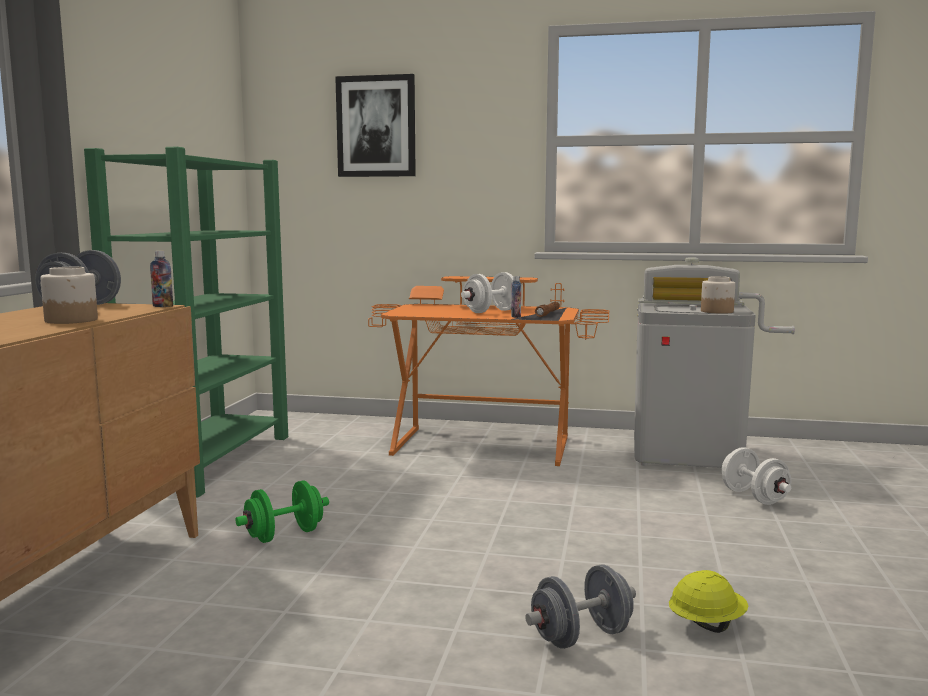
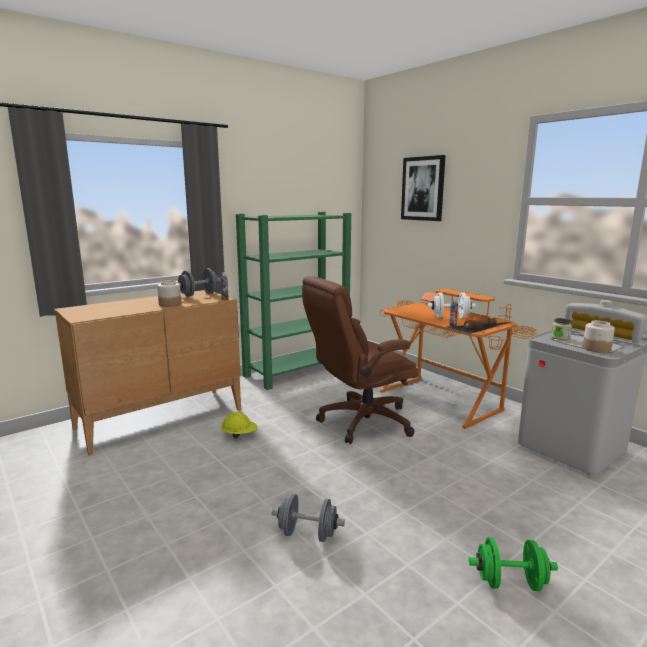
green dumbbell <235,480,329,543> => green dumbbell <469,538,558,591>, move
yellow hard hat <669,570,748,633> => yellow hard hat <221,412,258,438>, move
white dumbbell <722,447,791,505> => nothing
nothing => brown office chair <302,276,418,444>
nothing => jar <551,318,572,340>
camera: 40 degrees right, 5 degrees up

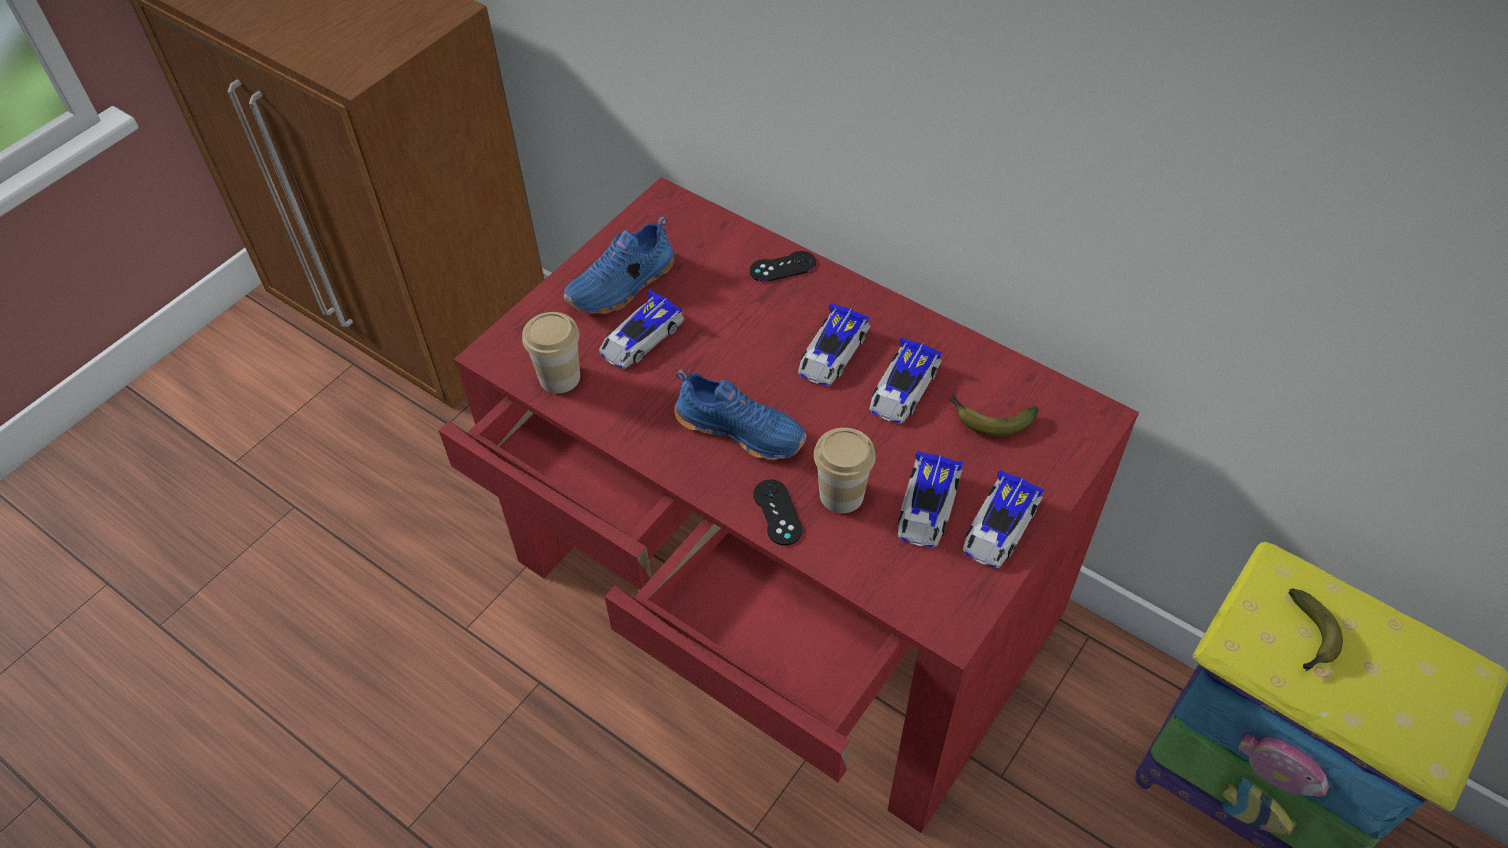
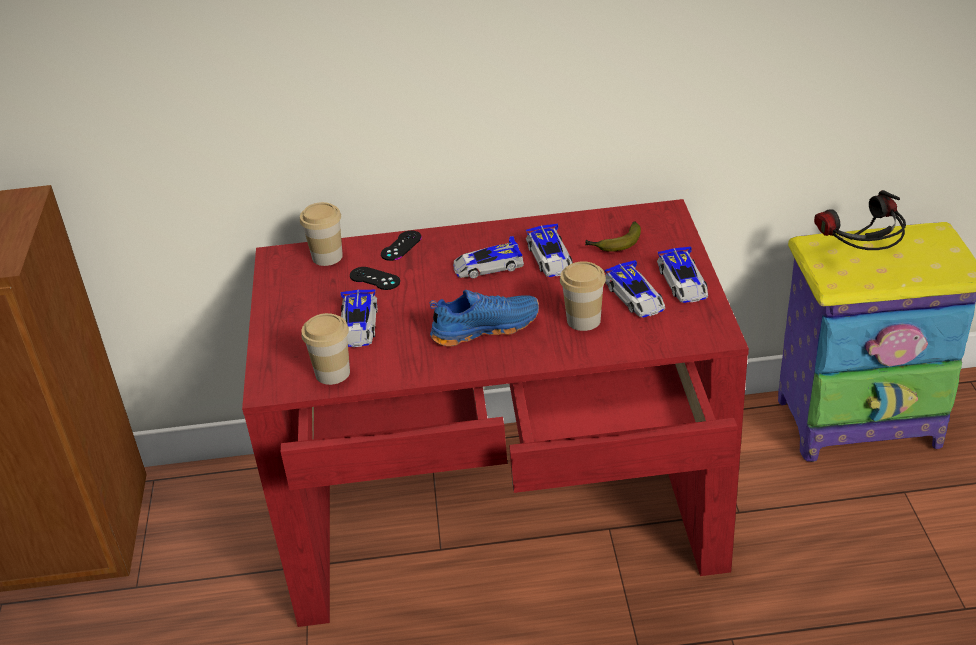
blue shoe <564,216,675,314> => nothing
black game controller <753,479,803,546> => black game controller <350,267,400,290>, move
toy car <798,302,870,386> => toy car <453,236,524,278>, 90 degrees clockwise
banana <1289,588,1343,671> => headphones <814,190,906,250>
nothing => cup <300,202,343,266>
camera: 40 degrees left, 15 degrees down

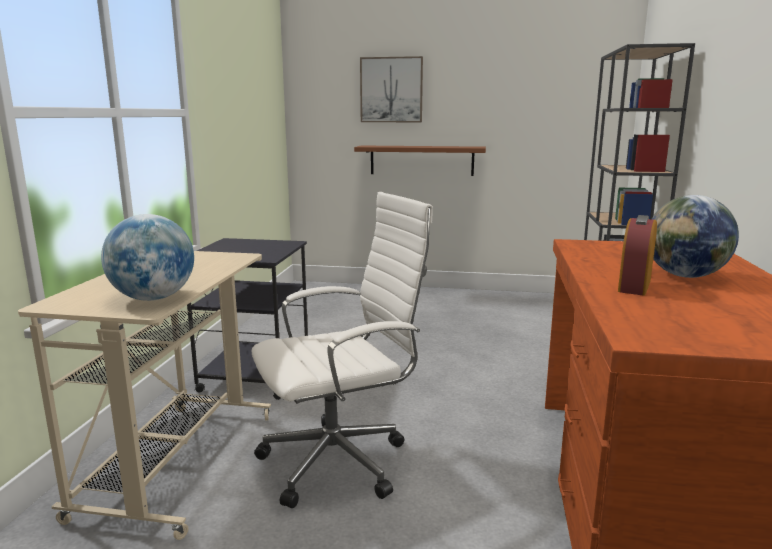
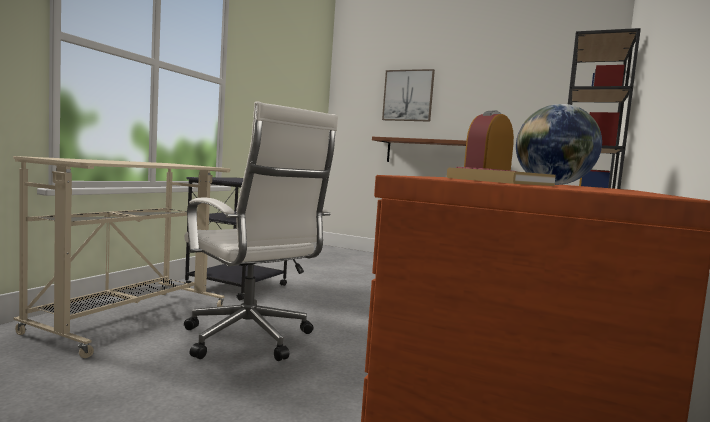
globe <101,214,194,301> => nothing
white office chair <251,192,433,508> => white office chair <184,101,338,361>, 60 degrees clockwise
nothing => book <447,167,556,186>
camera: 15 degrees right, 10 degrees down

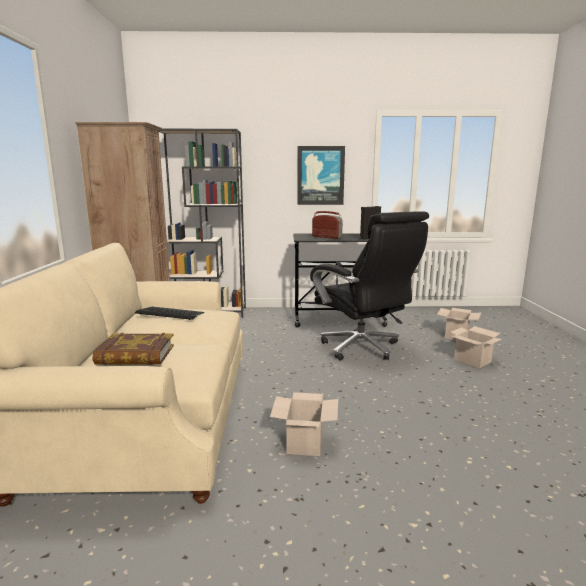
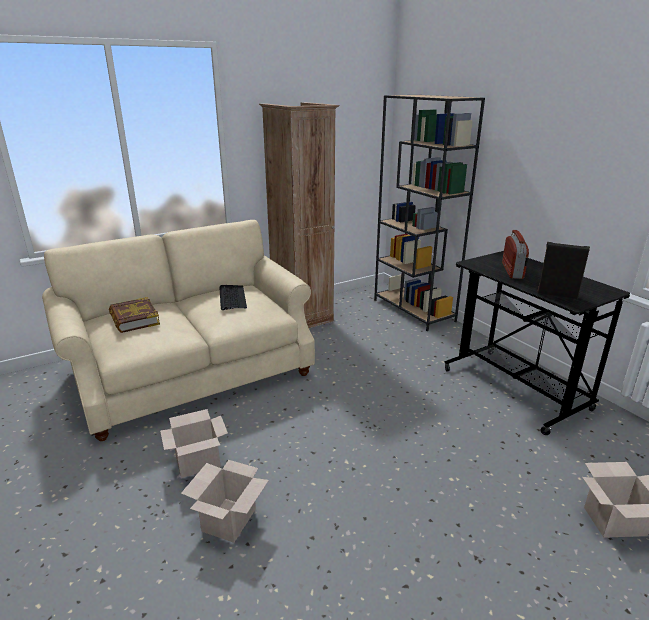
picture <297,146,345,205> => nothing
black office chair <310,211,429,360> => nothing
cardboard box <451,326,502,368> => cardboard box <181,460,269,543>, move
camera: 60 degrees right, 10 degrees up

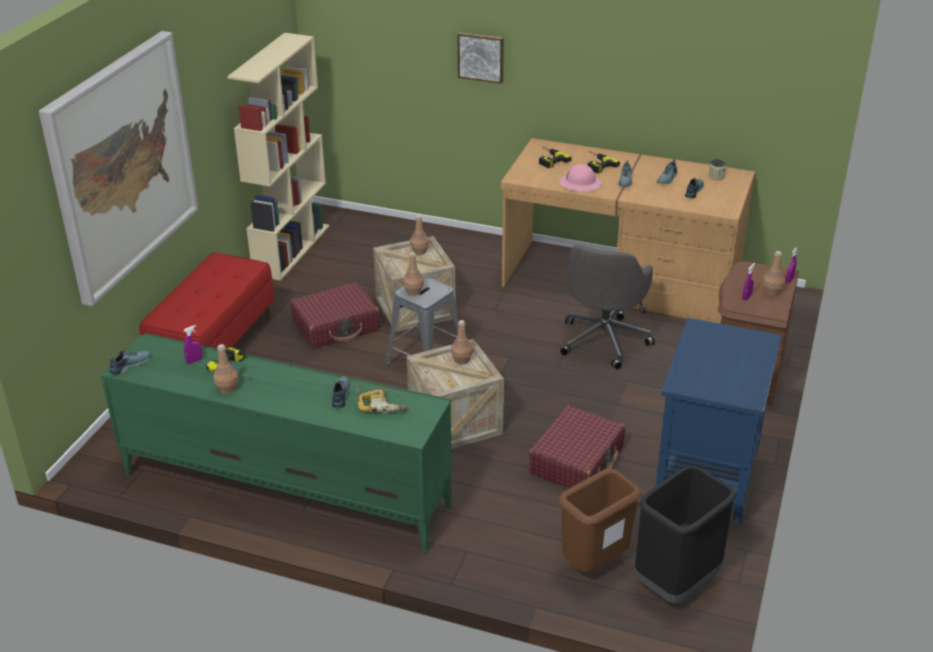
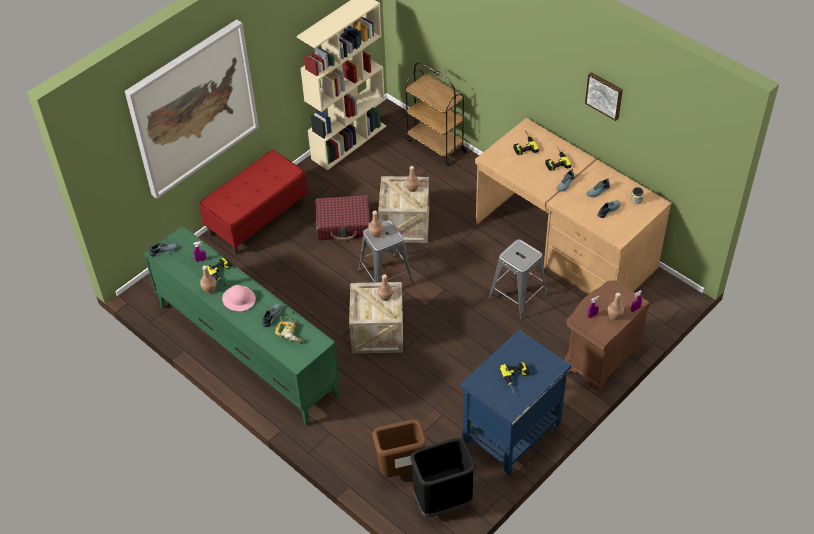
picture <458,32,504,84> => picture <585,72,623,121>, move
red suitcase <529,405,625,488> => nothing
pink hard hat <559,164,602,191> => pink hard hat <222,285,256,311>, move
grey office chair <561,245,654,370> => grey stool <489,239,547,320>
nothing => brown cart <406,62,470,166>
nothing => power drill <500,362,530,394>
camera: 25 degrees right, 15 degrees up

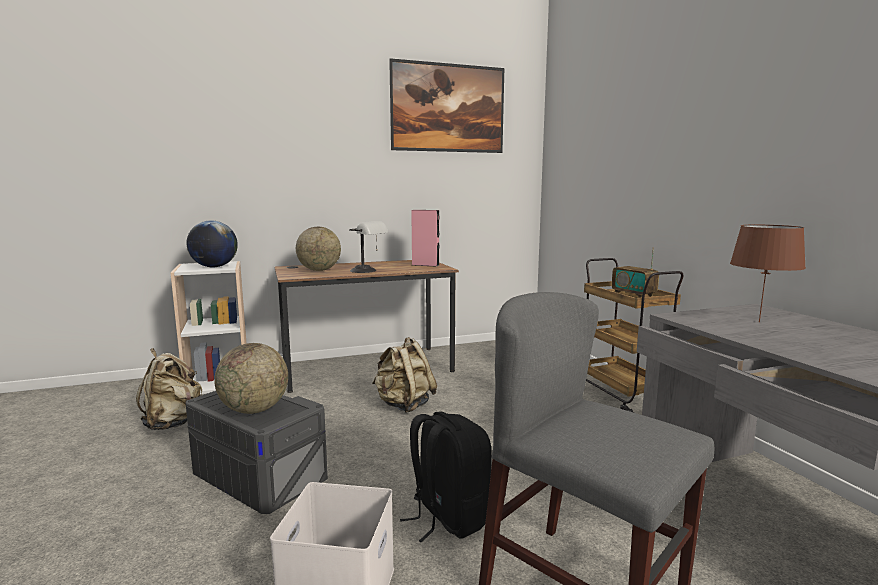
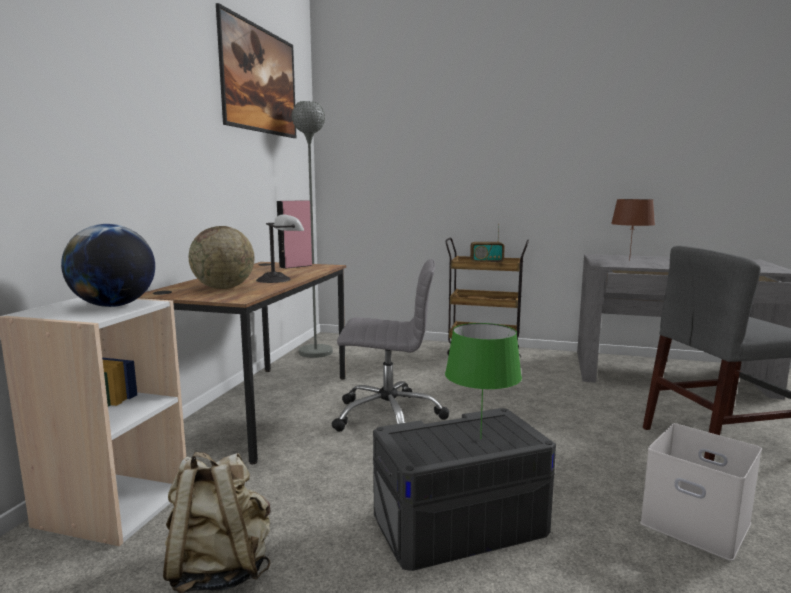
globe <214,343,288,414> => green table lamp <445,323,522,439>
beige backpack <372,337,437,413> => grey office chair <331,259,449,432>
black backpack <400,411,492,542> => nothing
nothing => grey floor lamp <292,101,333,358>
camera: 55 degrees left, 0 degrees up

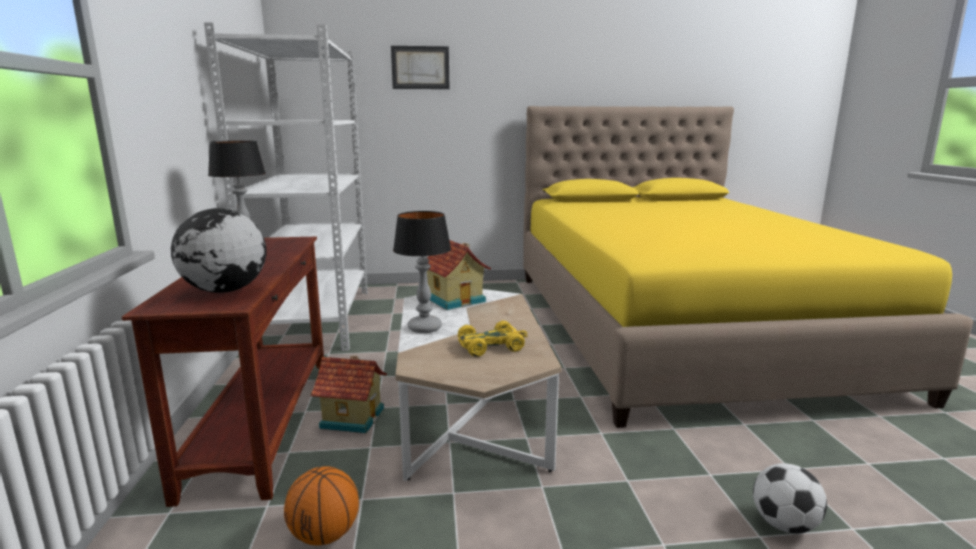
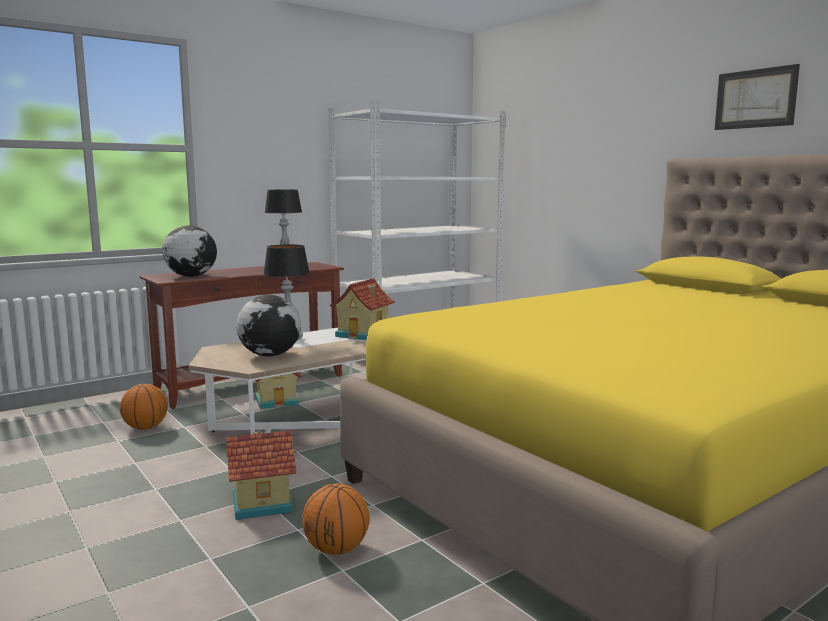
picture <391,46,450,89> => picture <715,64,800,130>, move
yellow toy car <458,321,528,357> => globe <236,295,301,356>
football <753,463,827,534> => nothing
nothing => toy house <226,431,297,520>
nothing => basketball <302,483,369,555>
camera: 60 degrees right, 5 degrees down

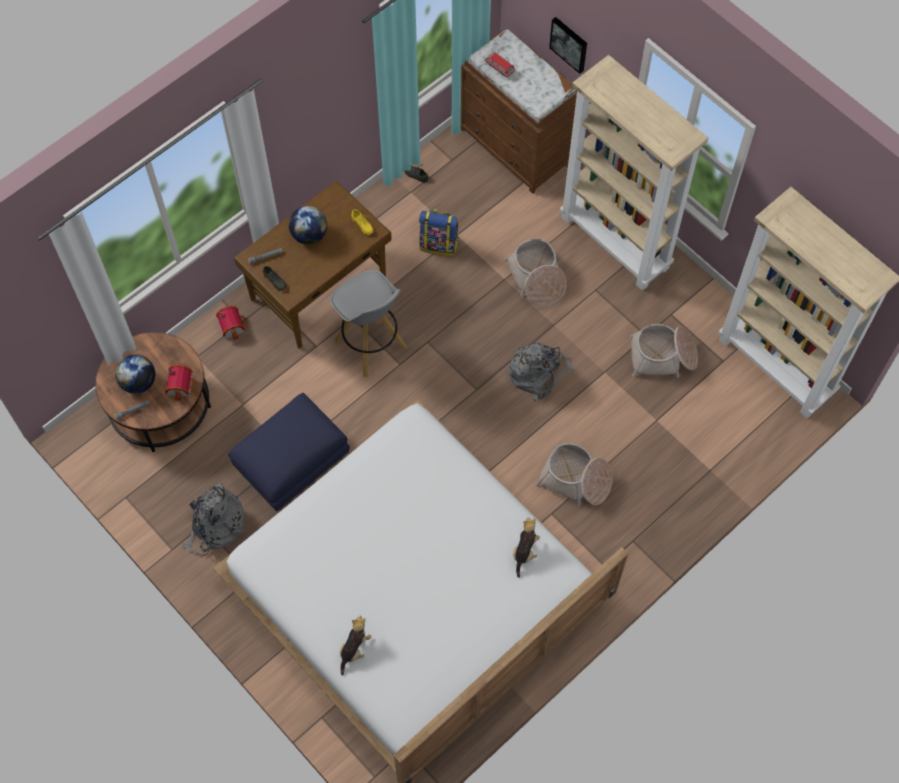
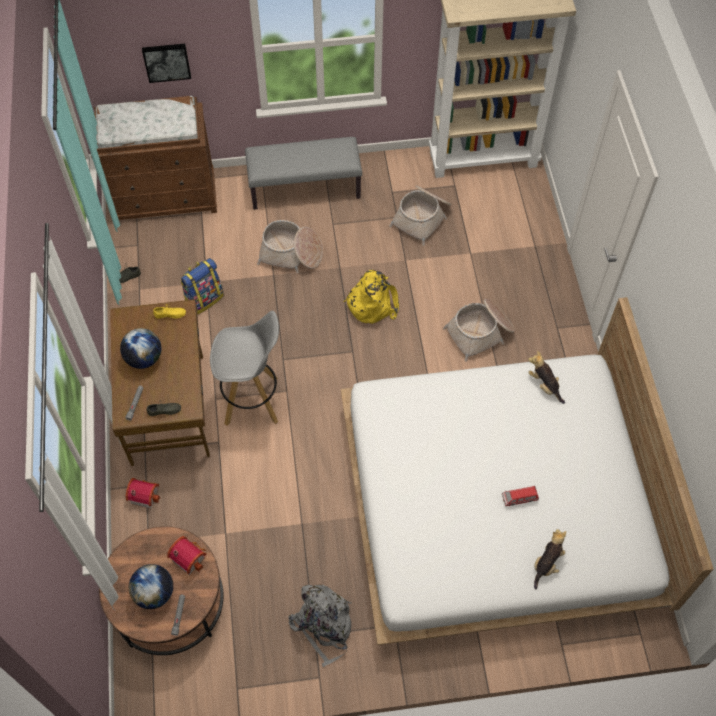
blue ottoman <228,393,350,511> => nothing
plush toy <340,616,371,676> => plush toy <534,529,566,589>, 60 degrees clockwise
toy car <484,51,515,78> => toy car <502,486,539,507>, move
grey backpack <508,343,575,402> => yellow backpack <343,270,399,324>
beige bookcase <560,55,708,291> => grey bench <245,137,362,210>
camera: 55 degrees left, 5 degrees down

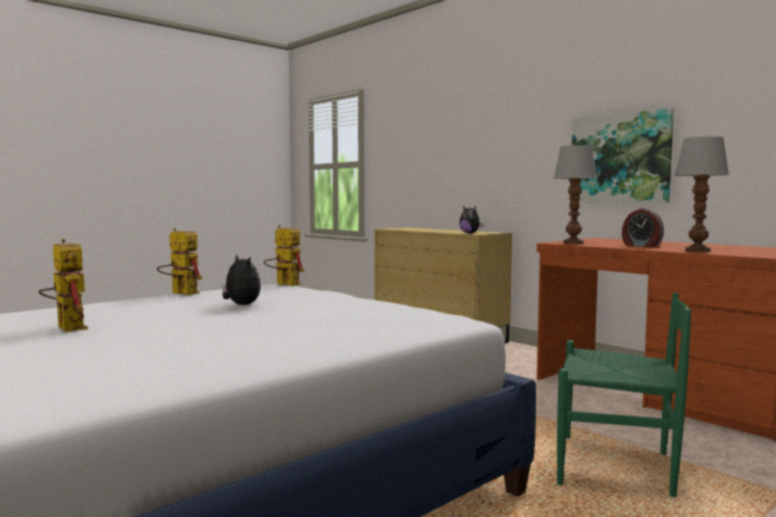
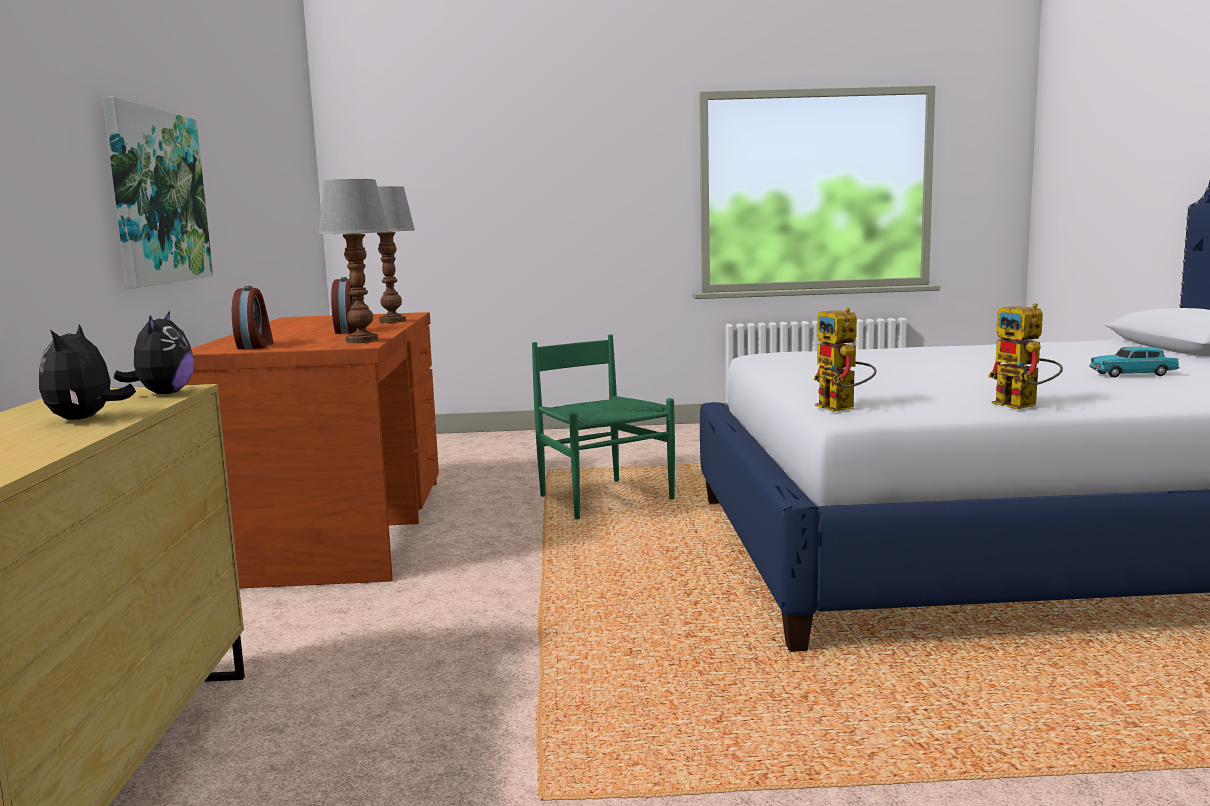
toy robot <38,239,88,332> => turquoise toy car <1089,347,1180,378>
plush toy <222,255,261,305> => plush toy <39,324,136,420>, move
nothing => alarm clock <232,286,274,349>
camera: 140 degrees left, 5 degrees up

